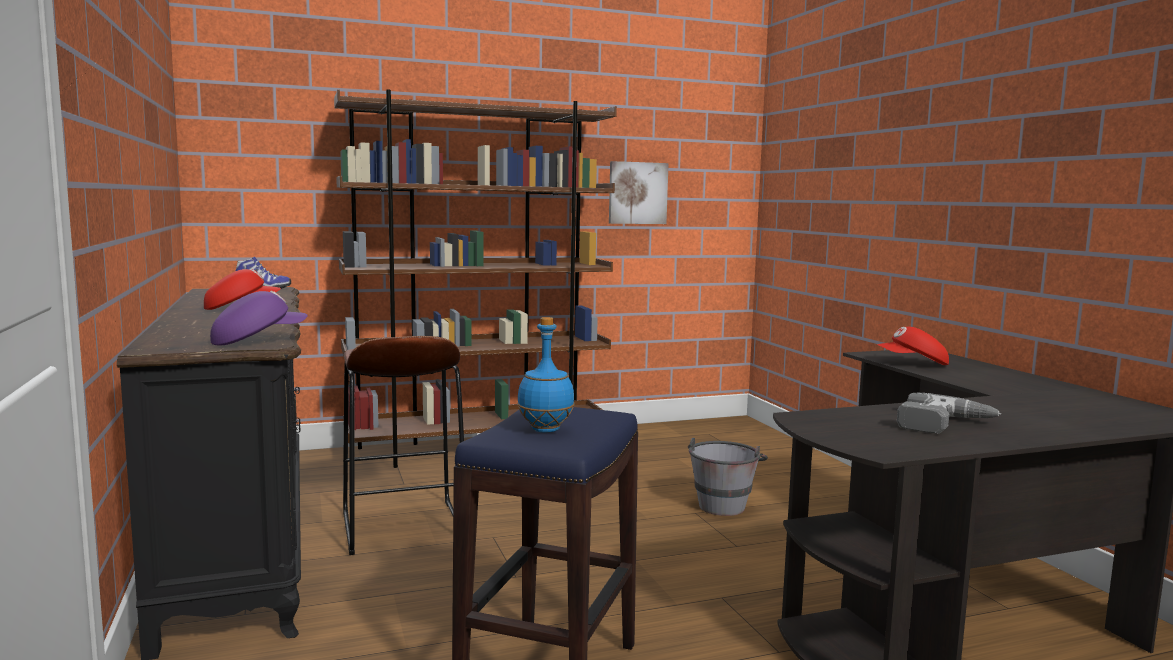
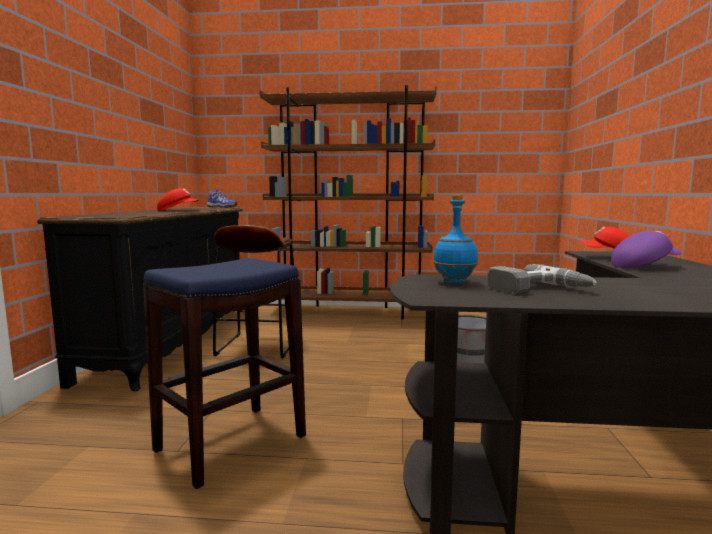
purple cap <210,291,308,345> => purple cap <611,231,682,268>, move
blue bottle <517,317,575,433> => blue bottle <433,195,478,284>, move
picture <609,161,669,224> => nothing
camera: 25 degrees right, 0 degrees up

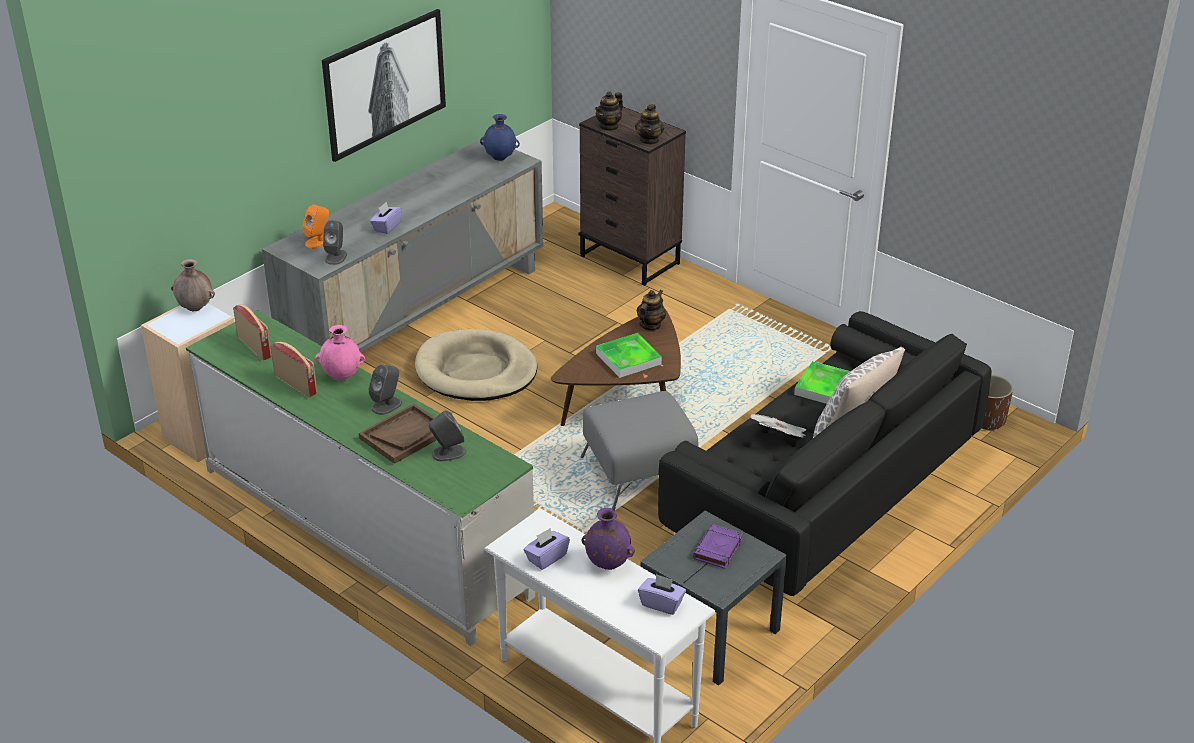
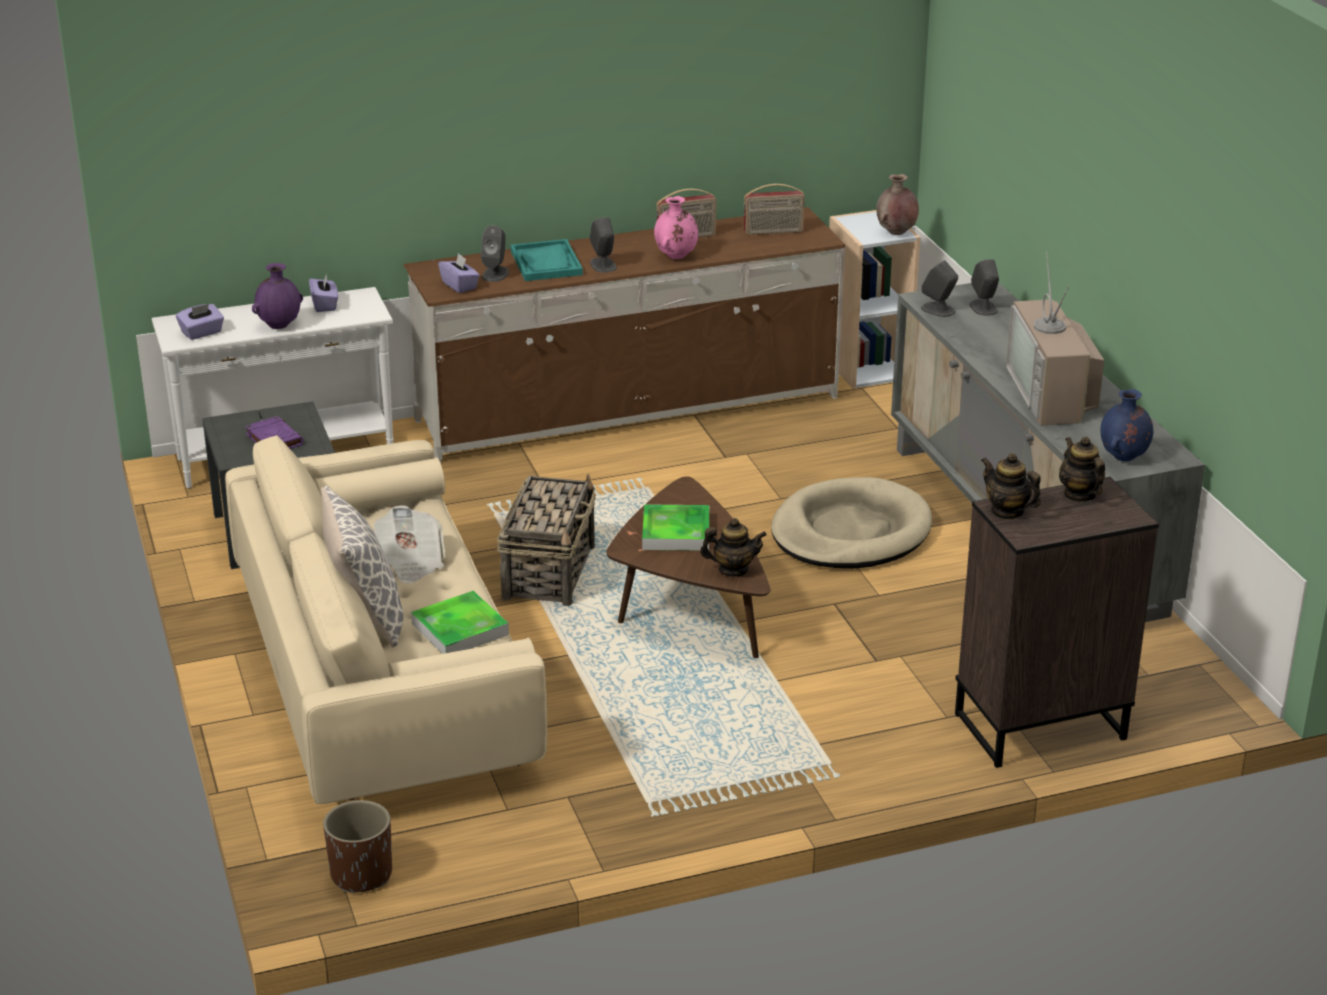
green cabinet <186,310,535,646> => brown cabinet <403,207,845,463>
orange speaker <302,205,329,249> => grey speaker <970,259,999,316>
picture <322,9,446,162> => nothing
brown tray <359,404,437,464> => turquoise tray <511,239,583,281>
purple tissue box <370,202,402,234> => purple tissue box <438,253,480,293>, move
grey ottoman <581,391,698,512> => basket <497,473,596,606>
teapot <637,290,666,330> => teapot <700,518,767,577>, 60 degrees counterclockwise
black sofa <658,311,992,596> => beige sofa <225,435,547,804>
nothing => television <1006,251,1104,426>
camera: 120 degrees right, 5 degrees down

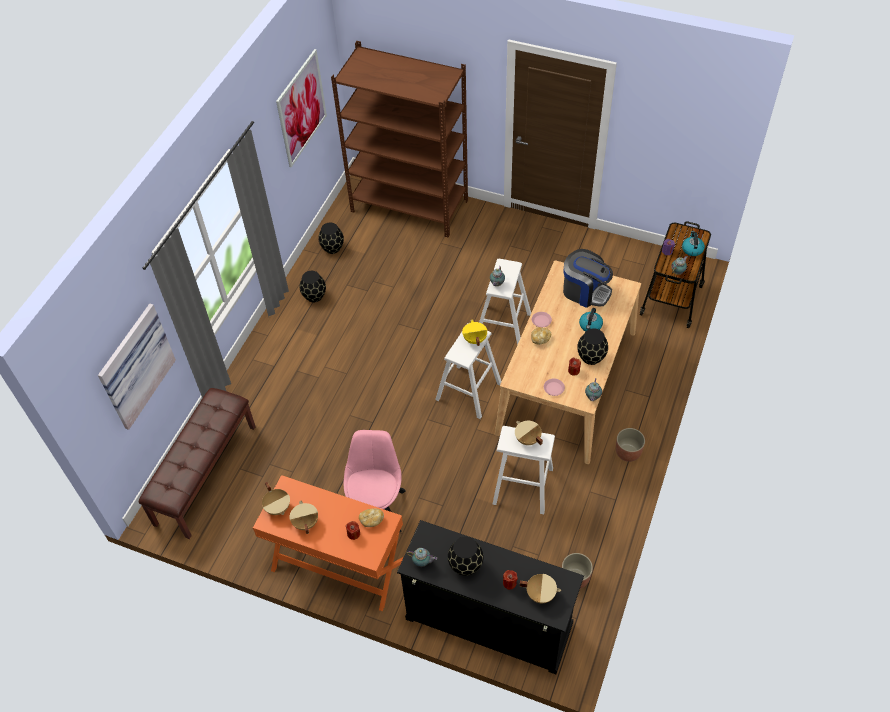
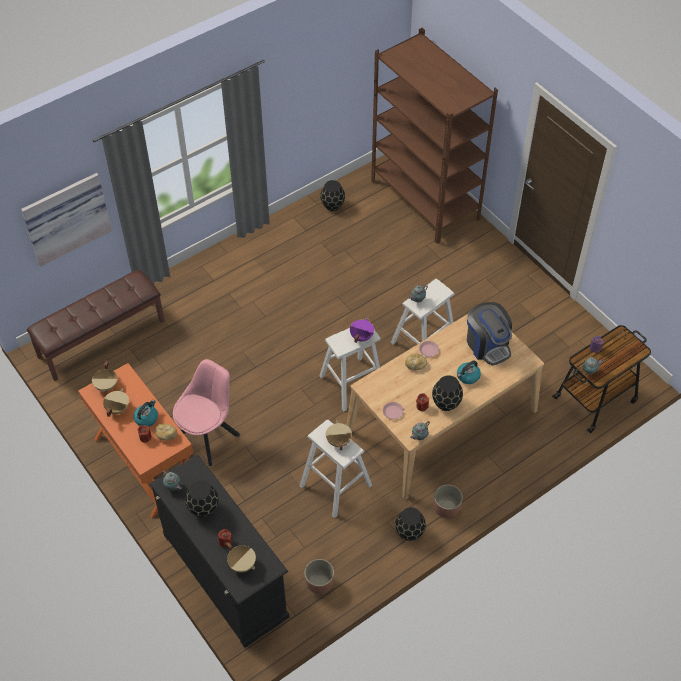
picture <276,49,327,167> => nothing
black vase <300,271,326,302> => black vase <395,507,426,541>, move
yellow cooking pot <462,320,487,346> => purple cooking pot <350,318,374,343>
kettle <682,231,705,256> => kettle <133,400,158,427>, move
camera: 30 degrees right, 0 degrees up

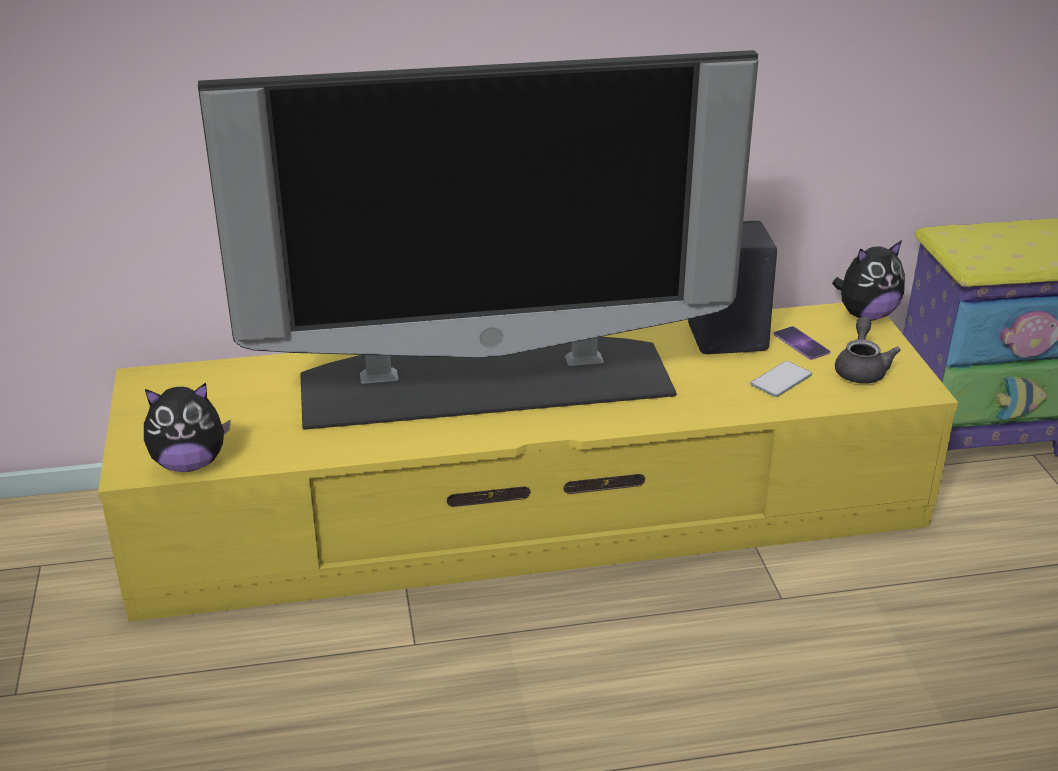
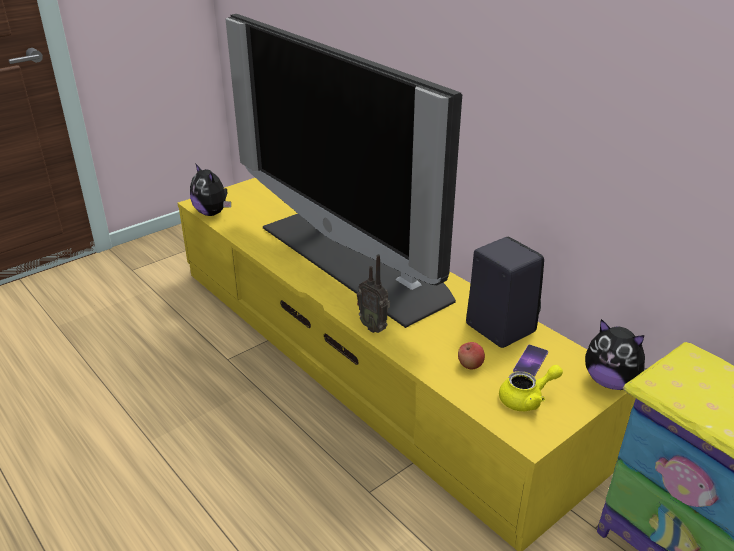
phone <751,361,812,397> => apple <458,342,485,369>
grey teapot <835,317,901,384> => yellow teapot <499,365,563,411>
nothing => radio <357,255,390,333>
camera: 60 degrees right, 0 degrees up

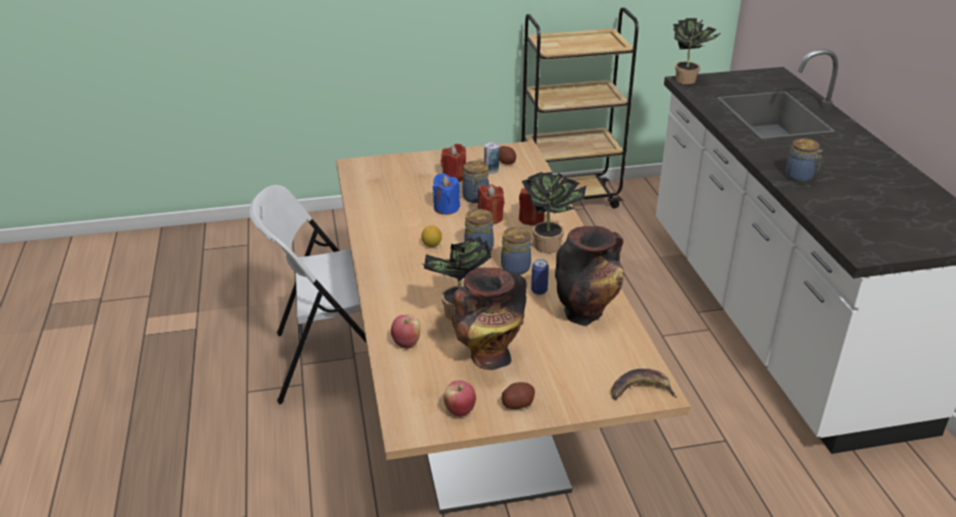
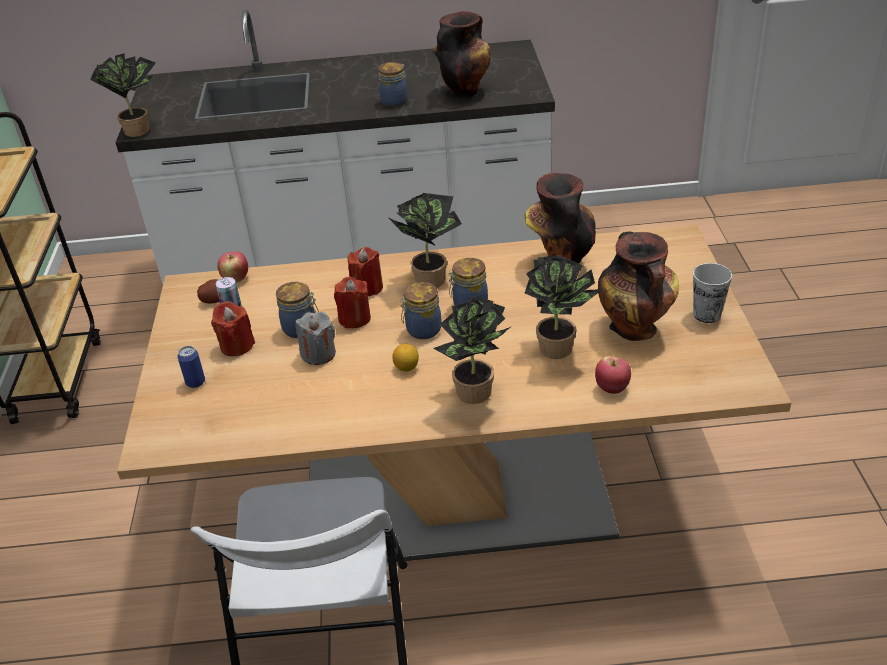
blue candle <433,173,460,215> => grey candle <295,312,336,365>
apple <444,380,476,417> => apple <217,251,248,282>, move
potato <502,382,535,409> => cup <693,263,732,323>
can <531,259,549,295> => can <178,346,205,388>, move
banana <611,369,677,400> => nothing
nothing => vase <433,11,491,100>
nothing => potted plant <433,295,512,404>
camera: 80 degrees left, 5 degrees up

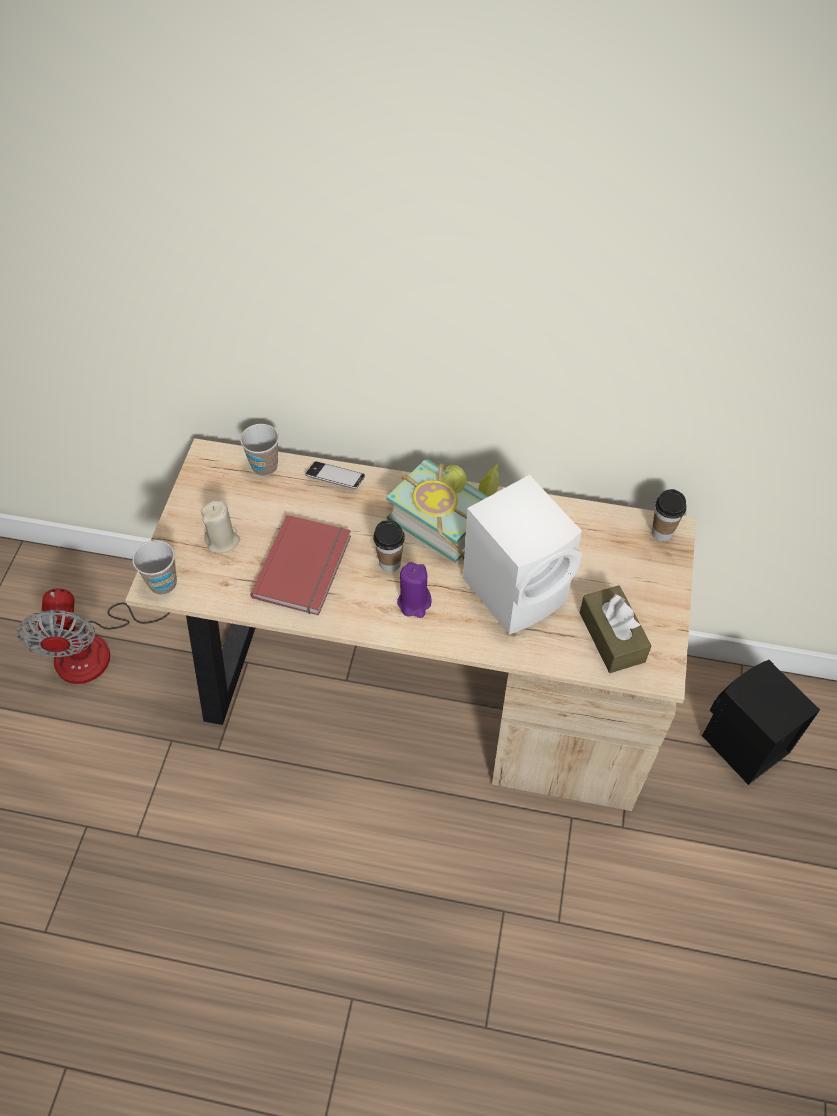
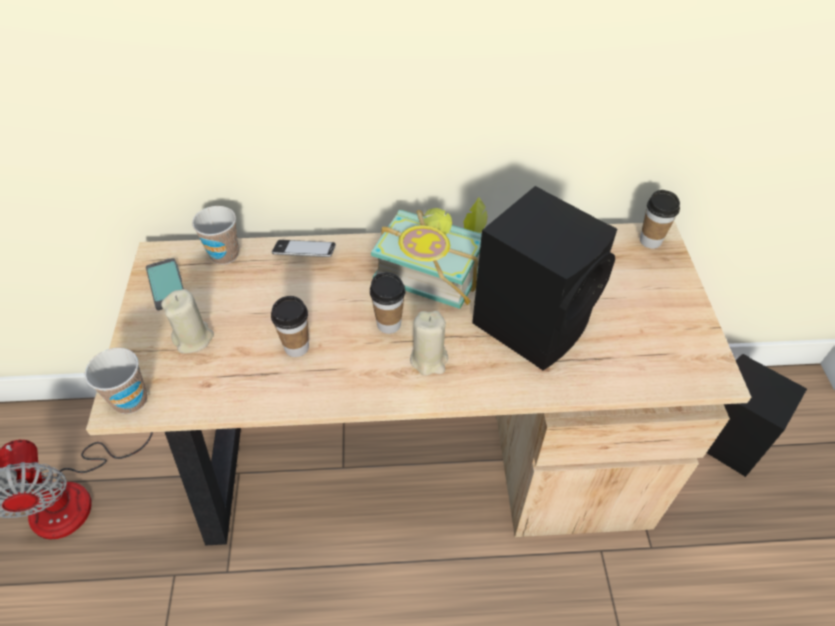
red book <250,515,351,615> => cup <271,296,309,357>
purple candle <397,562,431,618> => beige candle <410,311,448,376>
white speaker <463,475,582,634> => black speaker <472,186,617,371>
brown tissue box <580,585,652,673> => nothing
nothing => phone <146,258,184,310>
camera: 15 degrees left, 5 degrees down

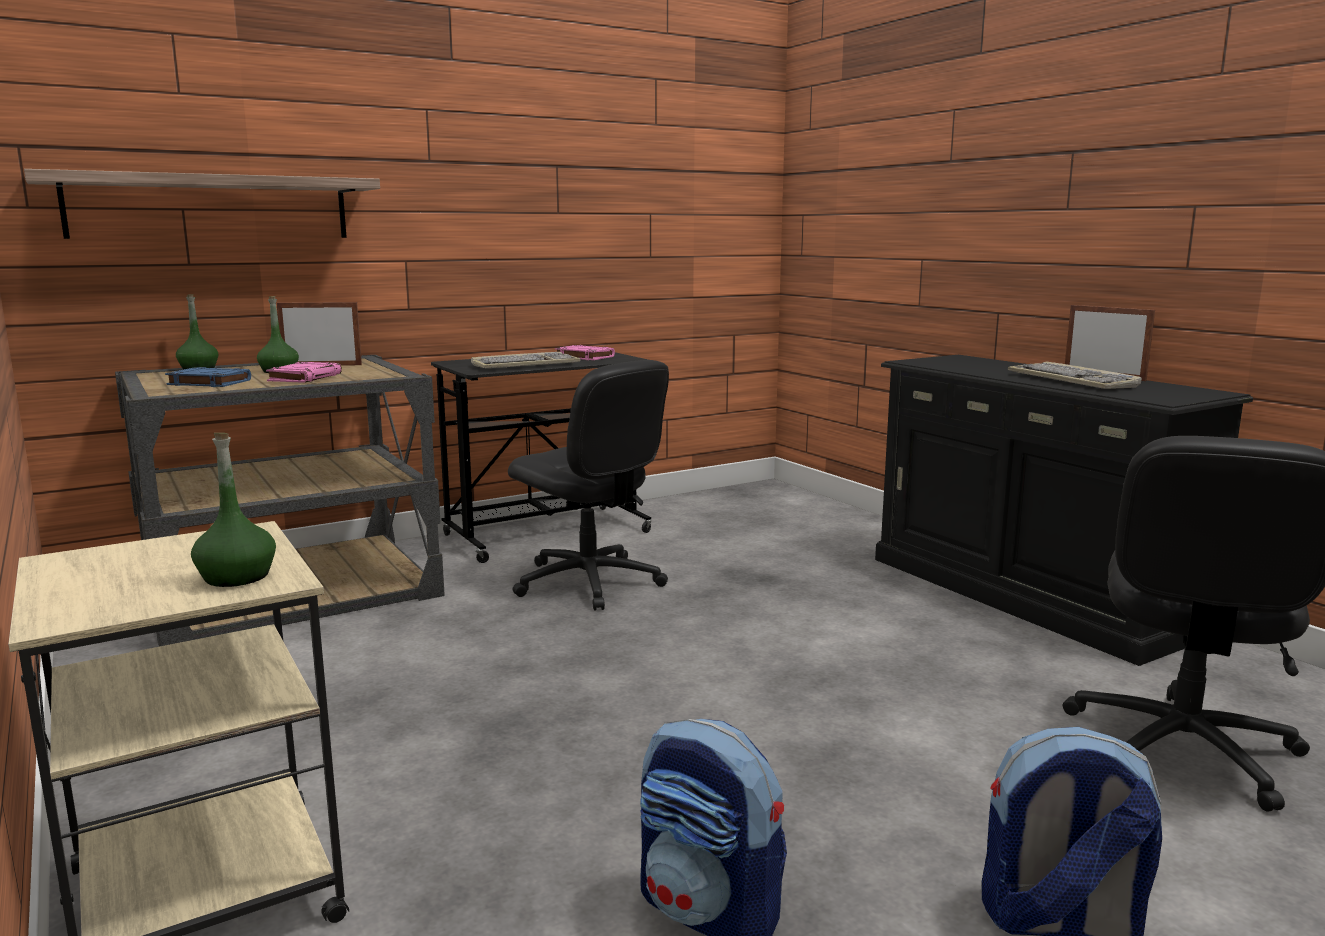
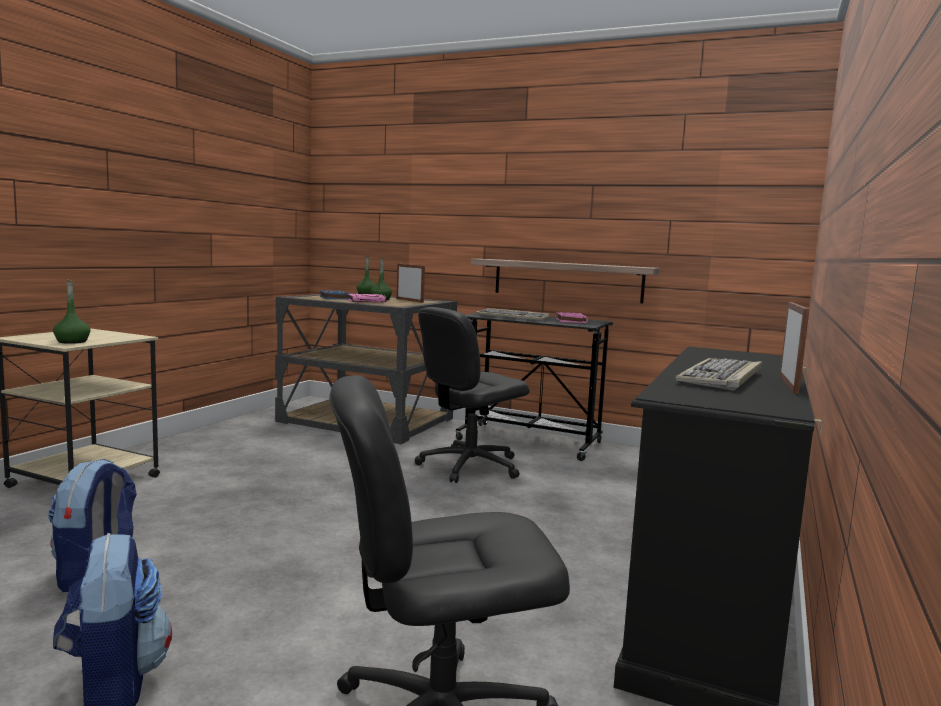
shelf <24,169,380,239> => shelf <471,259,660,303>, move
black office chair <508,360,669,611> => black office chair <415,307,530,483>, 45 degrees clockwise
camera: 55 degrees right, 5 degrees down

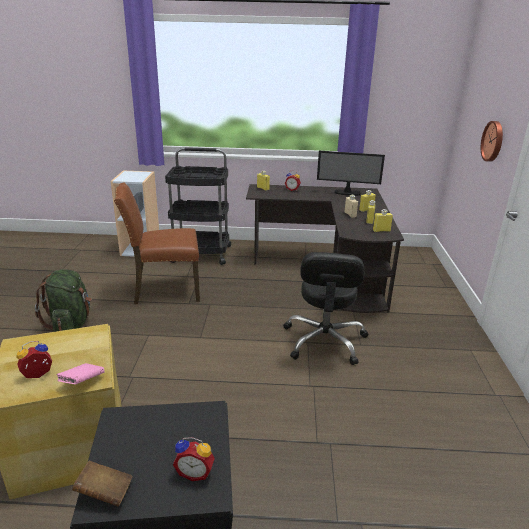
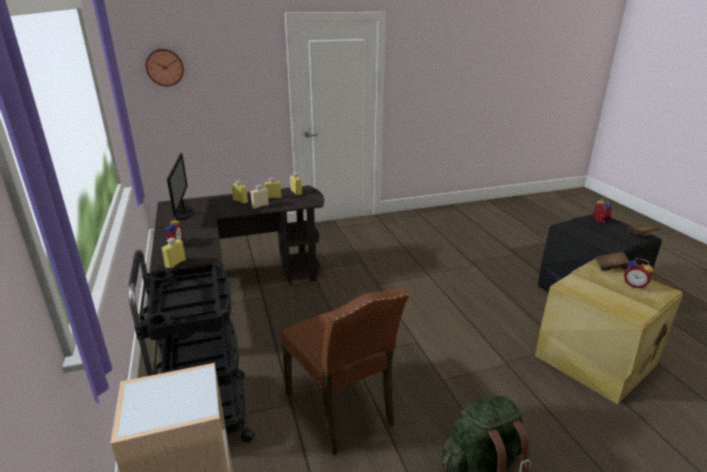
pink book <57,363,105,384> => brown book <595,252,629,271>
black office chair <283,252,369,365> => nothing
wall clock <481,121,503,162> => wall clock <146,49,184,86>, move
camera: 110 degrees left, 0 degrees up

